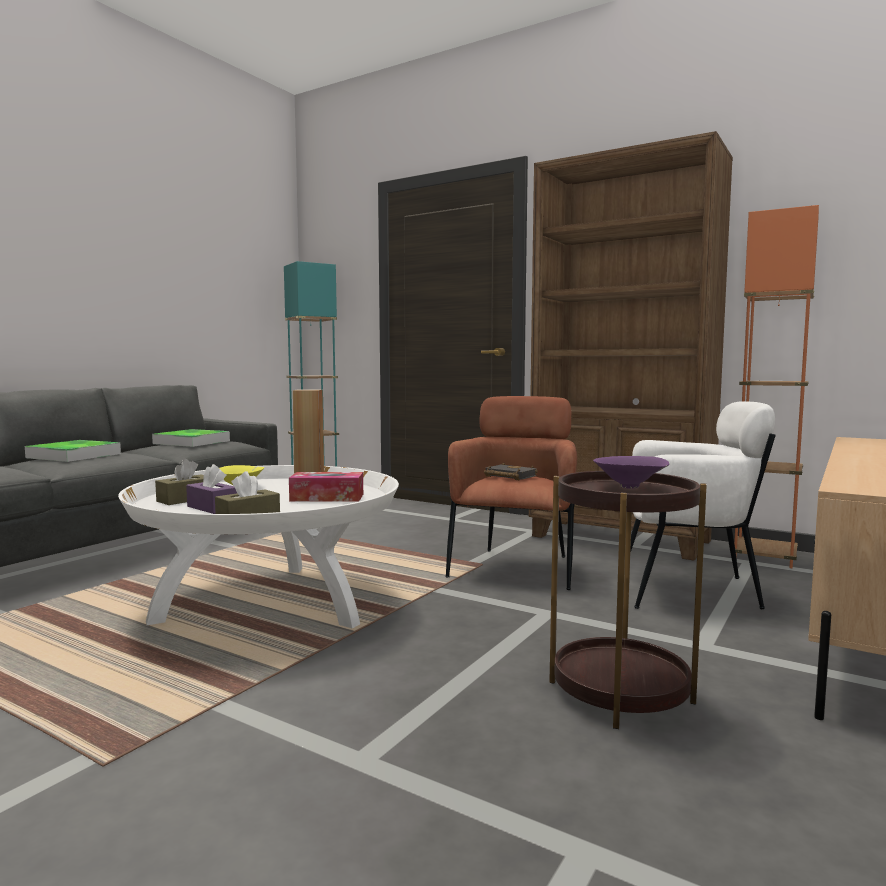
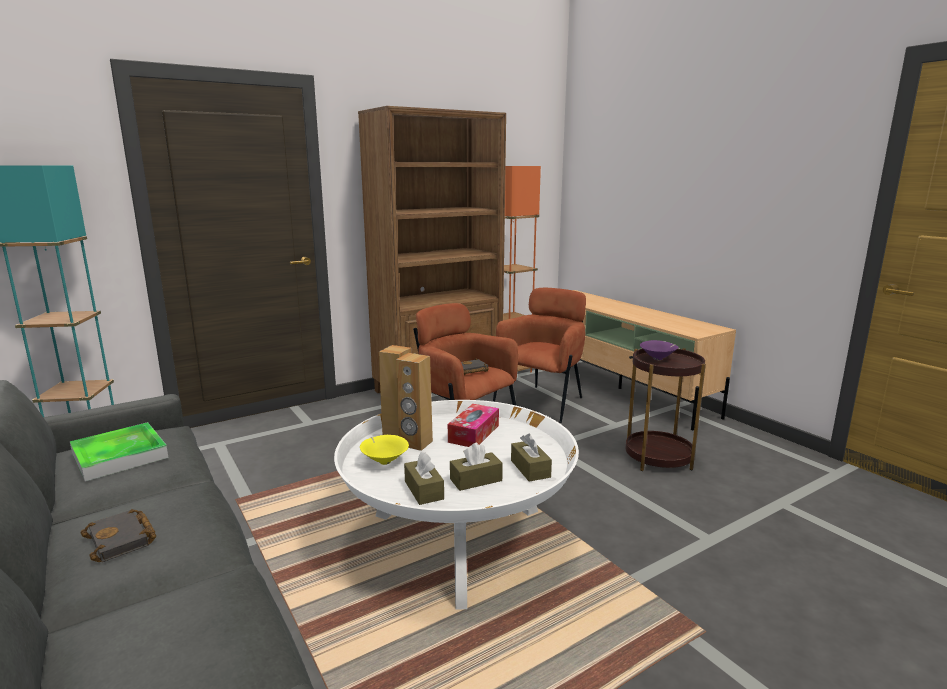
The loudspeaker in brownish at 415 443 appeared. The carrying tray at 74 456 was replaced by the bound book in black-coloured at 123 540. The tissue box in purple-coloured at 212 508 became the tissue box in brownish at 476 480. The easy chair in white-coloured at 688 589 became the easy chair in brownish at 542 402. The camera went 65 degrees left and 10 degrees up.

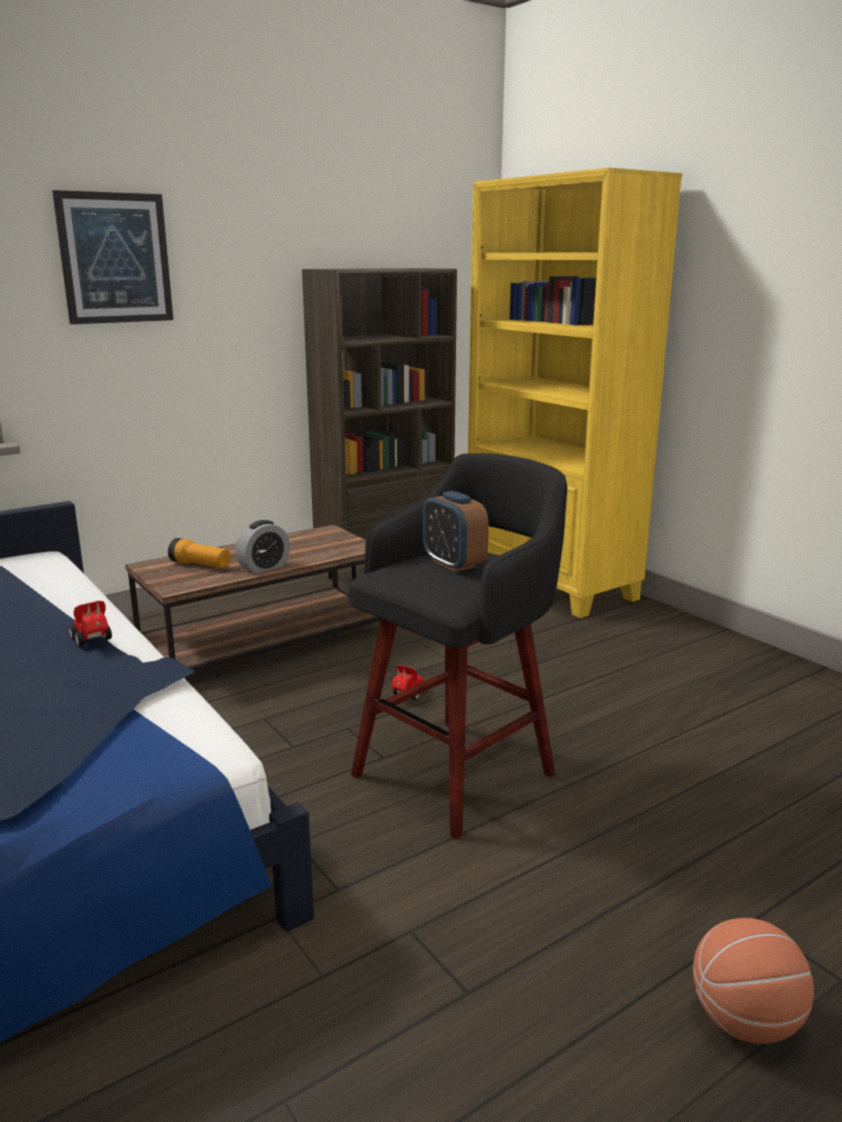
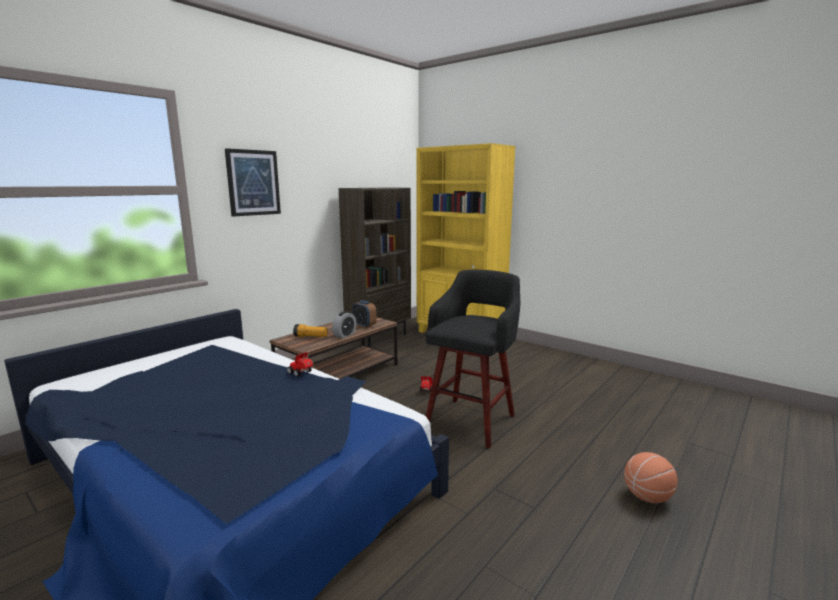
The bedside clock moved from 453 564 to 364 325. The camera went 15 degrees left and 5 degrees down.

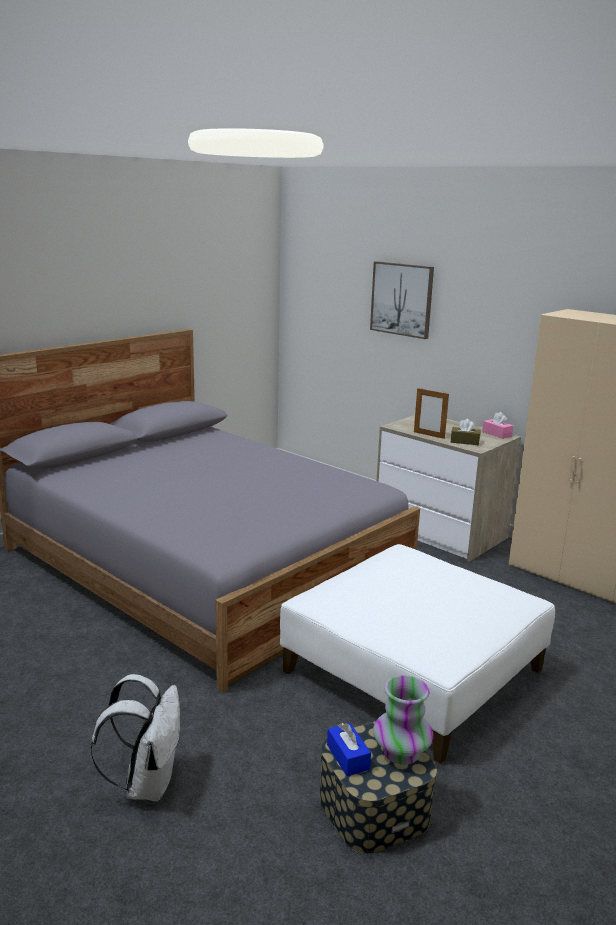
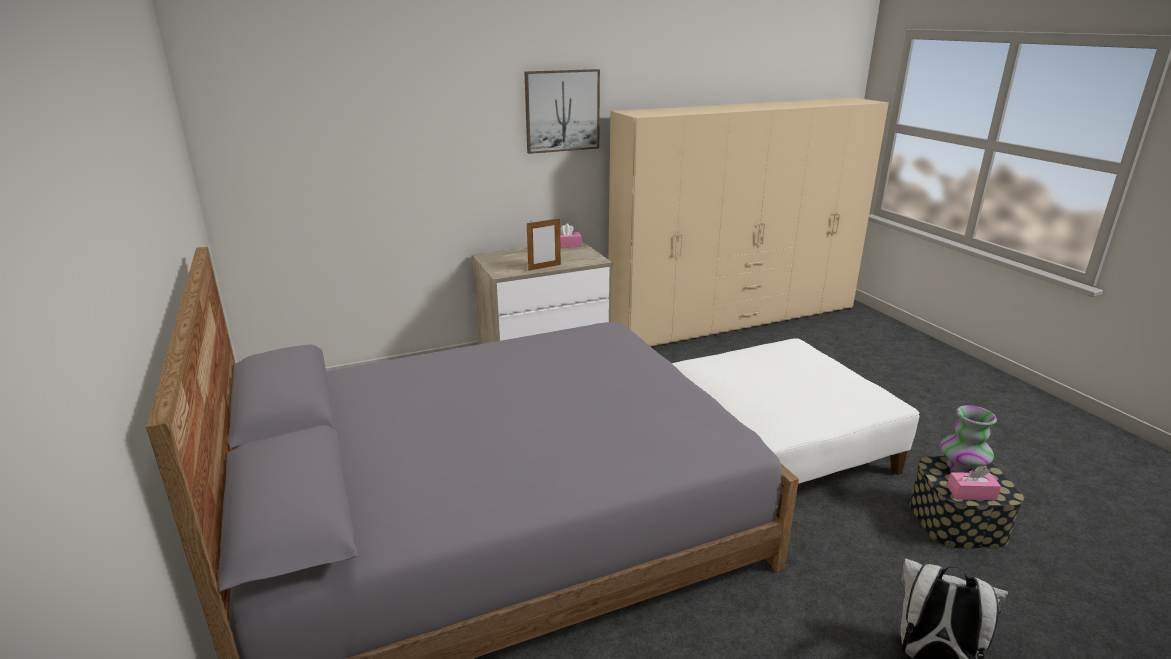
The tissue box in brownish at 464 441 disappeared. The wall picture moved from 402 299 to 562 111. The tissue box in blue-coloured at 348 757 became the tissue box in pink-coloured at 971 493. The camera went 65 degrees left and 5 degrees up.

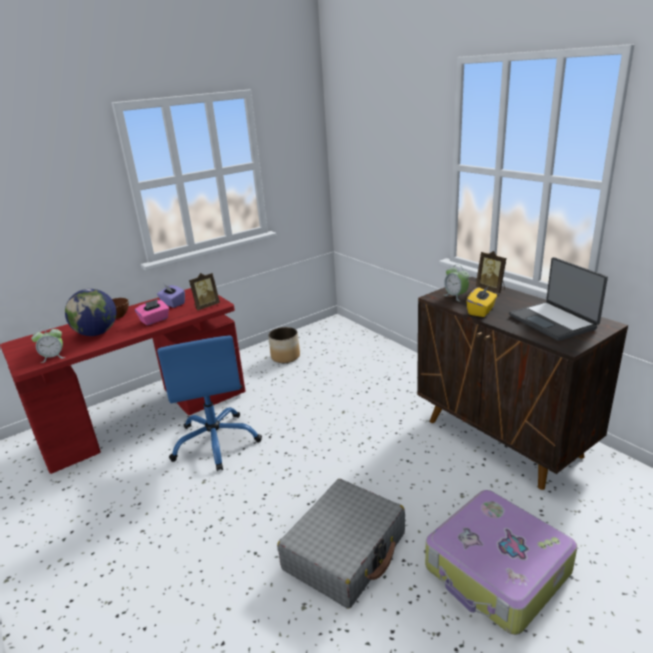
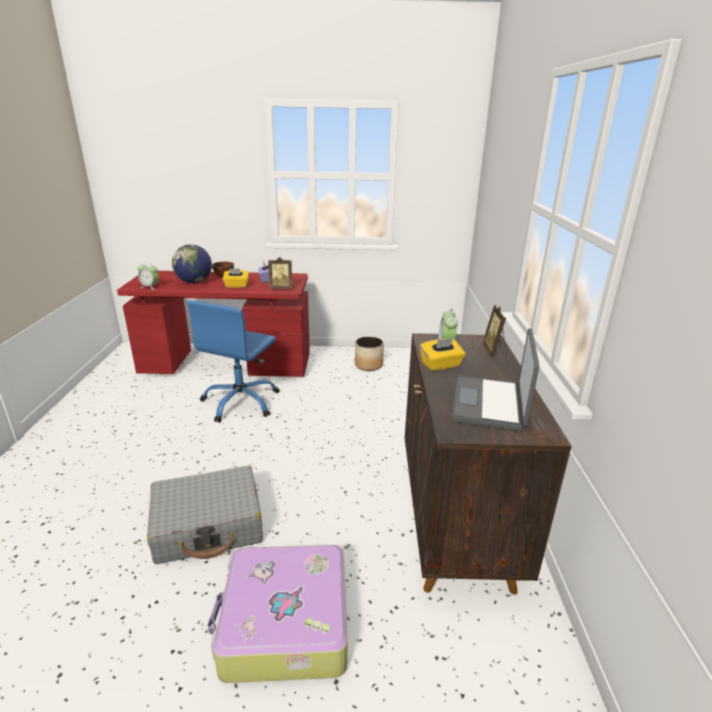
The tissue box in pink-coloured at 155 320 became the tissue box in yellowish at 236 286. The camera went 35 degrees right and 0 degrees up.

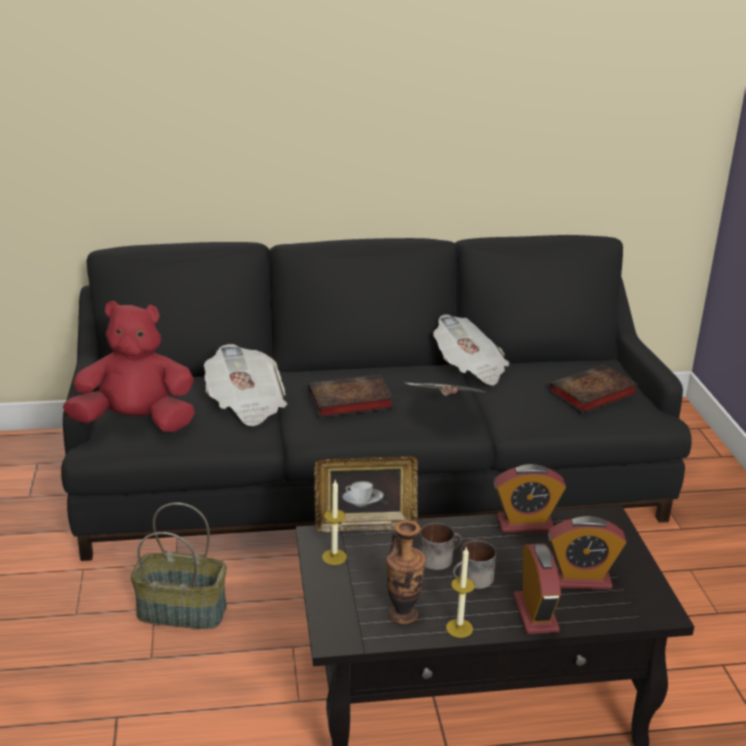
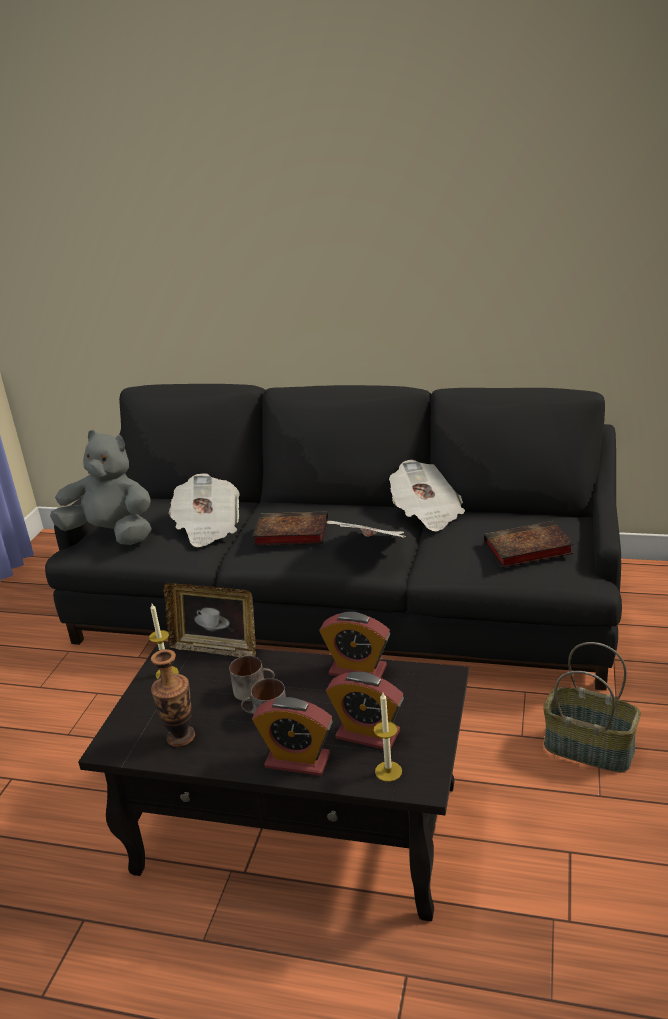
The basket moved from 183 610 to 589 748. The candle moved from 459 628 to 388 771. The soft toy in red-coloured at 136 423 became the soft toy in gray at 112 534. The bedside clock at 535 613 turned 90 degrees clockwise. The camera went 25 degrees right and 0 degrees up.

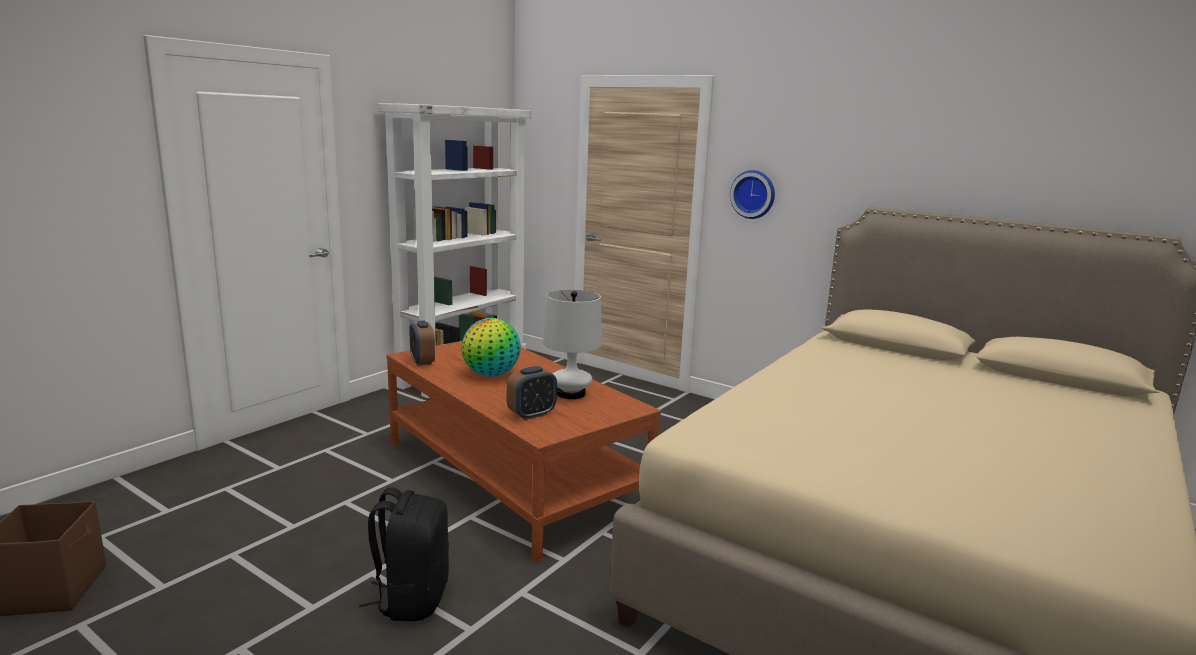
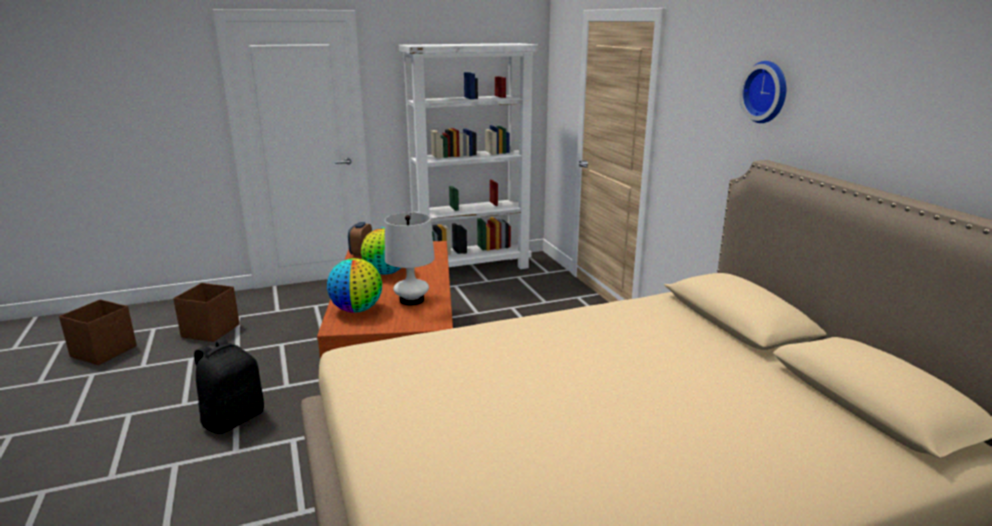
The storage container in brownish at 210 331 appeared. The hanging clock moved from 753 194 to 767 92. The bedside clock at 531 414 was replaced by the world globe at 357 309. The camera went 35 degrees right and 5 degrees up.

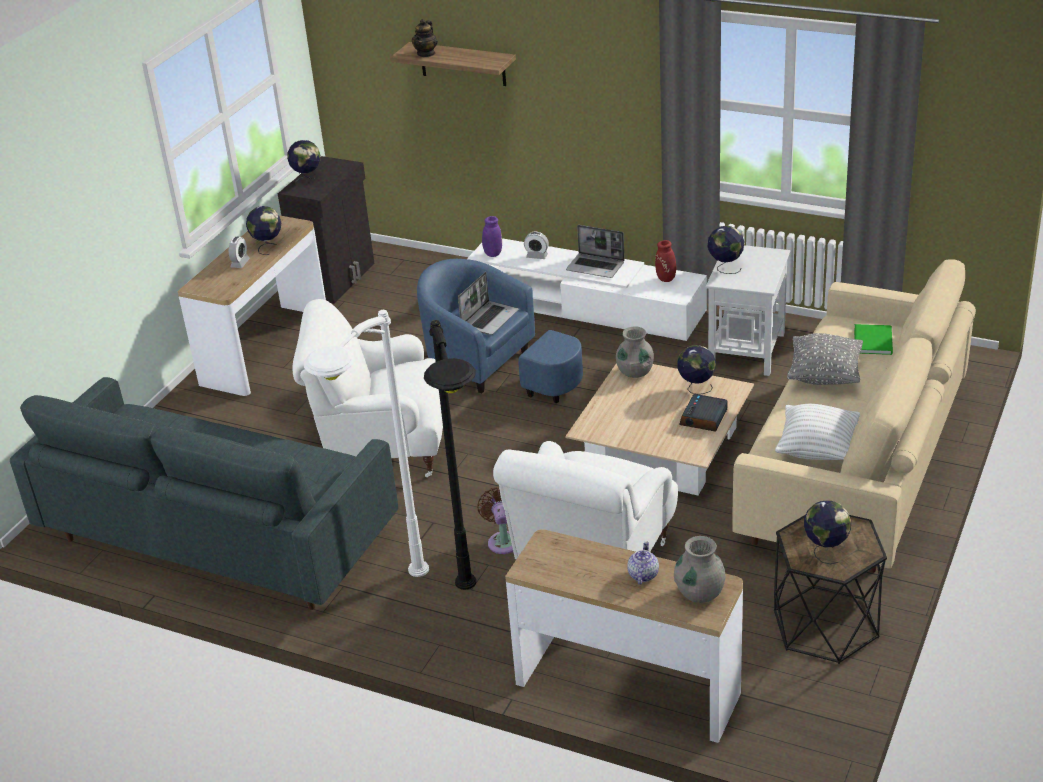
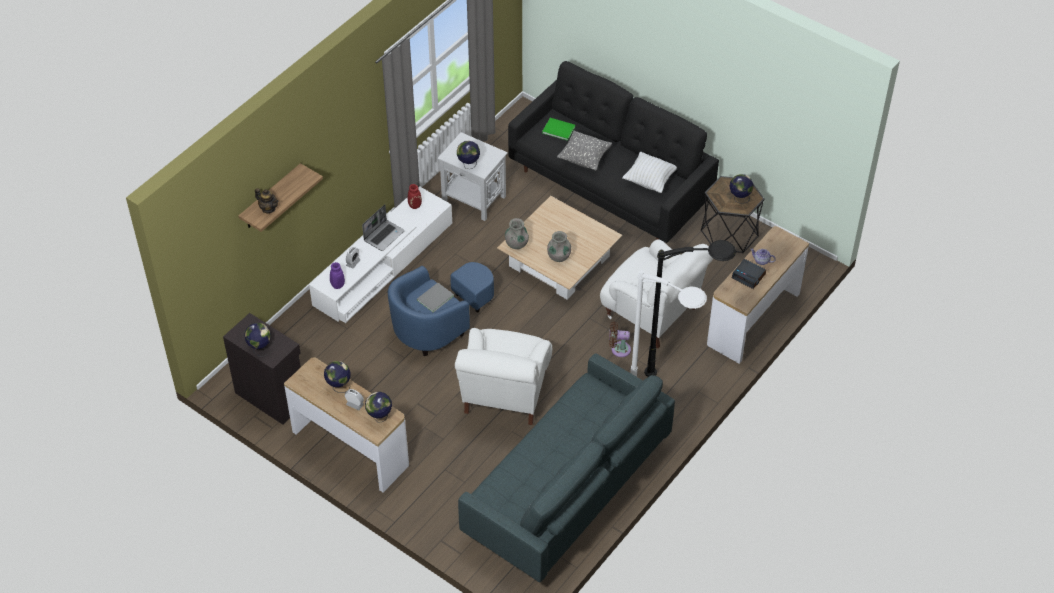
The decorative vase in gray moved from 700 593 to 559 256. The world globe moved from 696 388 to 379 417. The bedside clock moved from 704 418 to 749 276. The notebook computer at 489 319 was replaced by the bound book in gray at 434 298. The couch in sand-coloured at 855 469 became the couch in black-coloured at 610 186. The camera went 80 degrees left and 15 degrees up.

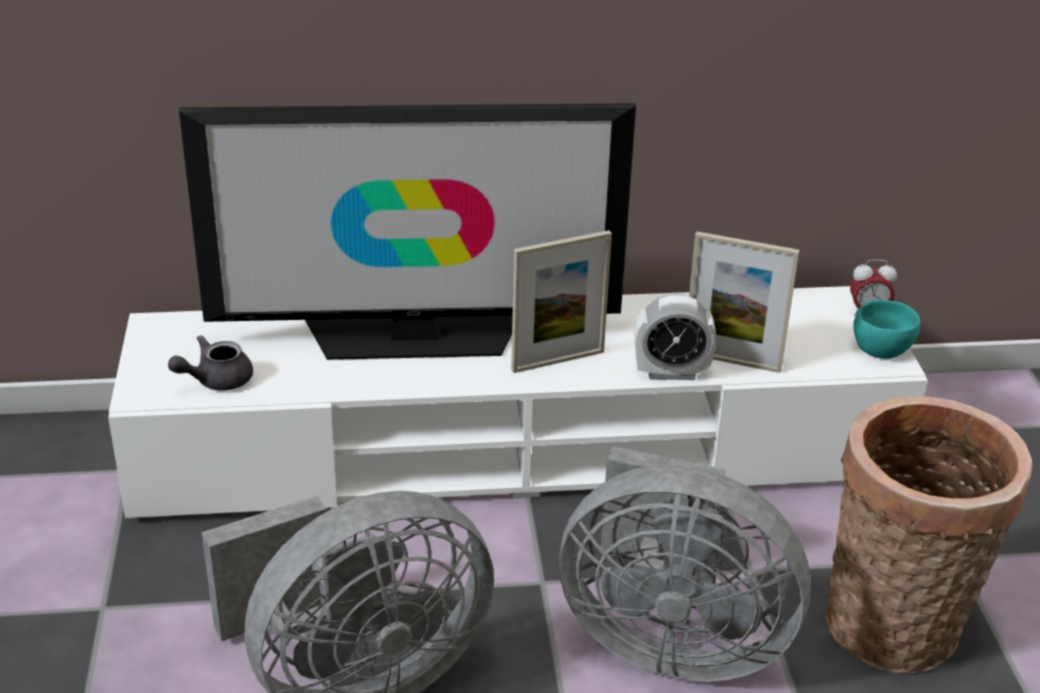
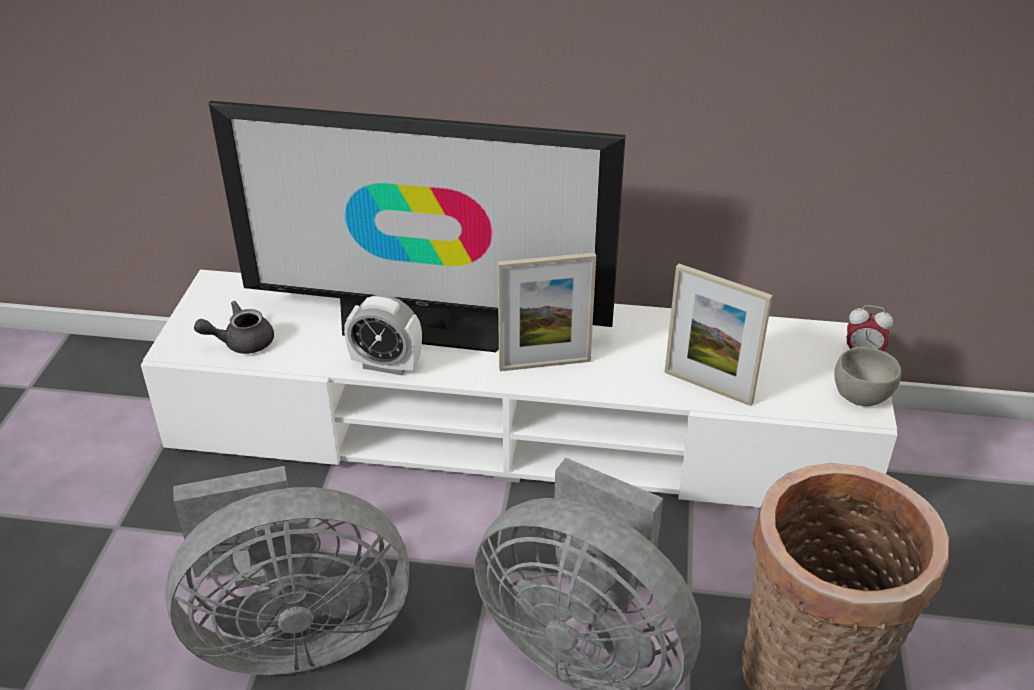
The bedside clock moved from 671 373 to 386 365. The serving bowl in turquoise-coloured at 880 349 became the serving bowl in gray at 860 394. The camera went 15 degrees right and 5 degrees up.

